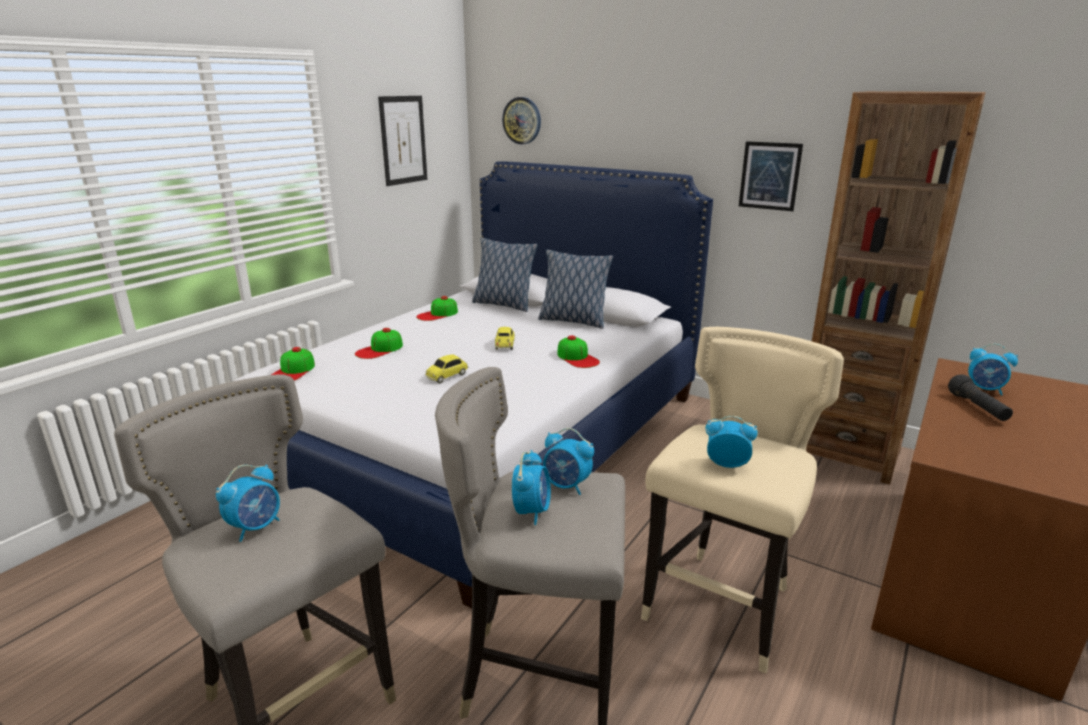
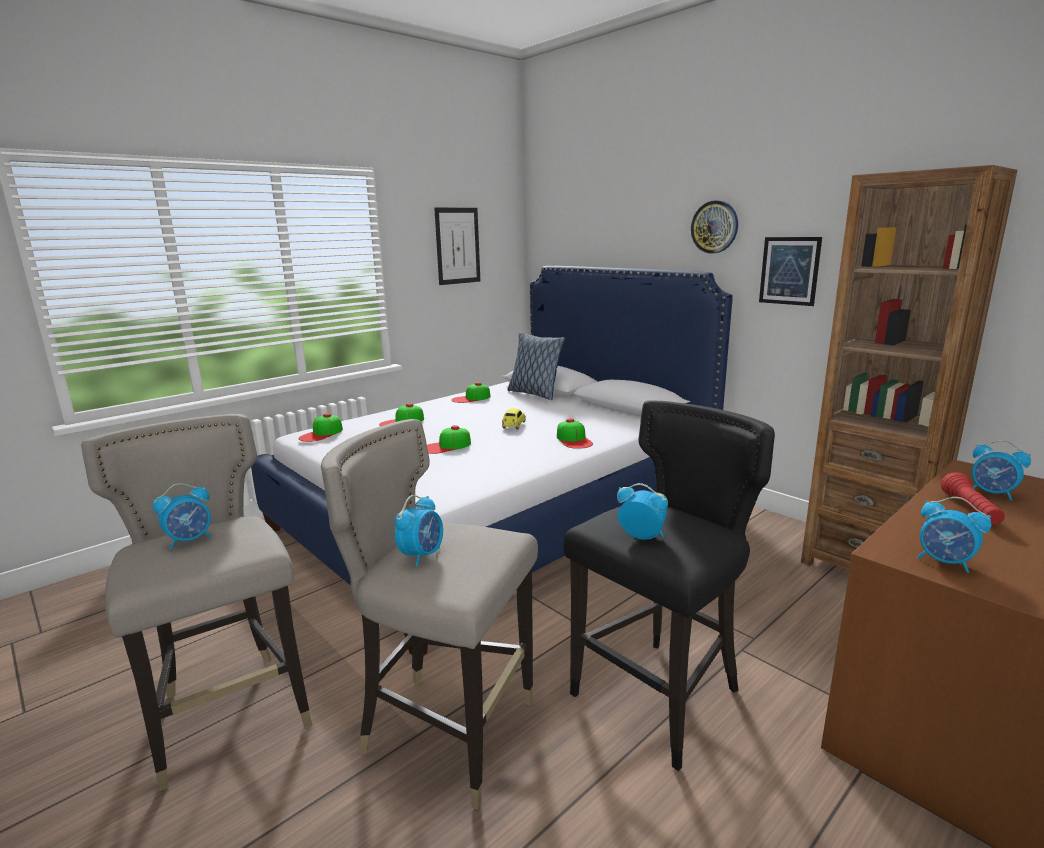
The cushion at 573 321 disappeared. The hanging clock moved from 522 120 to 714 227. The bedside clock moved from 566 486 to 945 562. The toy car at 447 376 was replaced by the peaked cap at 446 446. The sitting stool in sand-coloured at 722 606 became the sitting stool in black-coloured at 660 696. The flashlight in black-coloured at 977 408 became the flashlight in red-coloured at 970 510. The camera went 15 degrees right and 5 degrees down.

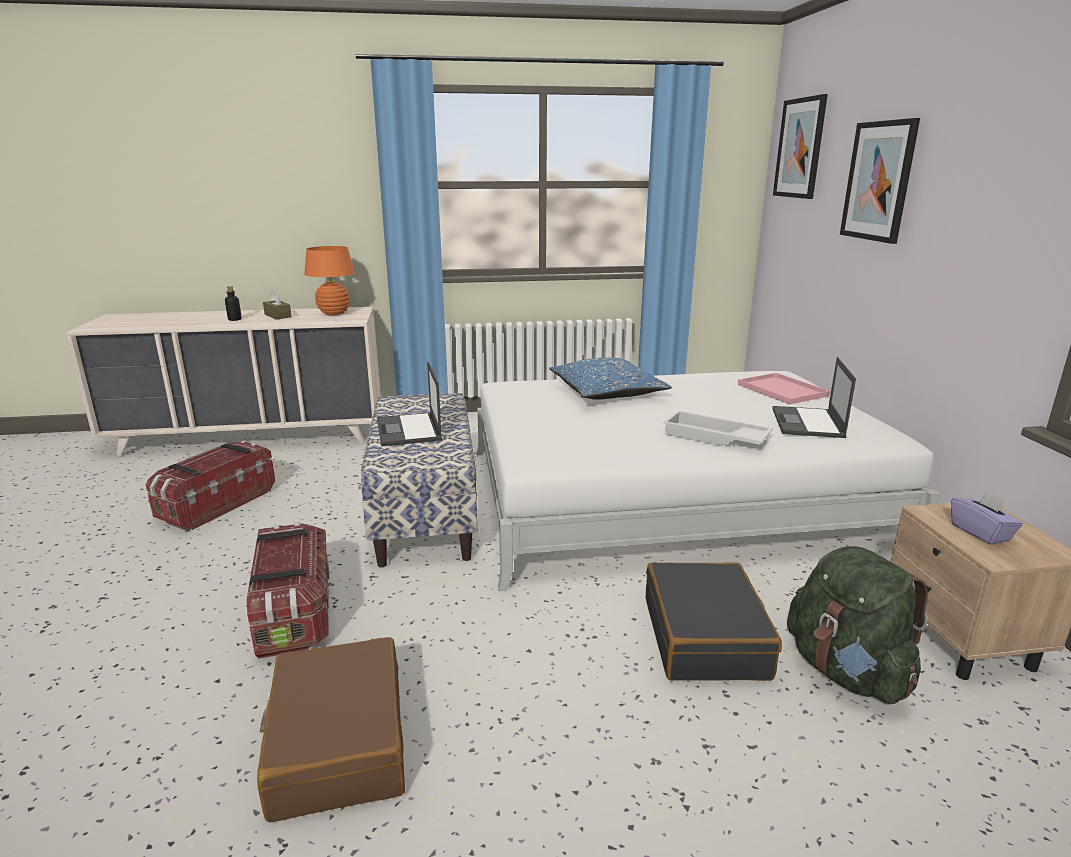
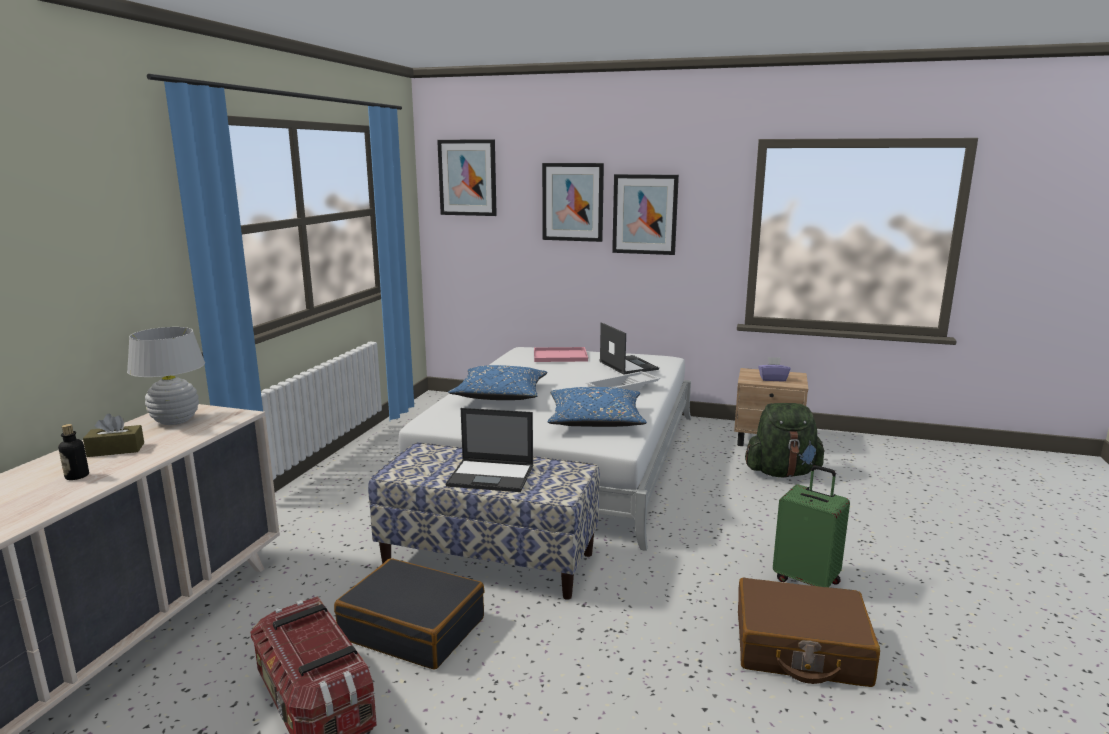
The storage container at 295 612 disappeared. The cushion in blue-coloured at 595 421 appeared. The wall picture at 645 214 appeared. The piece of luggage in greenish at 807 580 appeared. The piece of luggage in black-coloured moved from 705 637 to 413 628. The lamp for a table in orange at 334 313 became the lamp for a table in white-coloured at 175 421. The notebook computer at 807 423 turned 150 degrees counterclockwise. The camera went 65 degrees left and 5 degrees down.

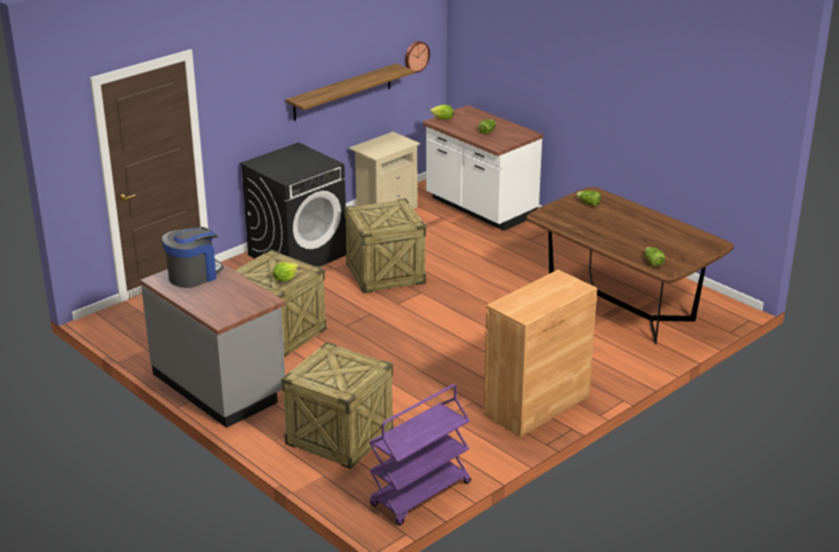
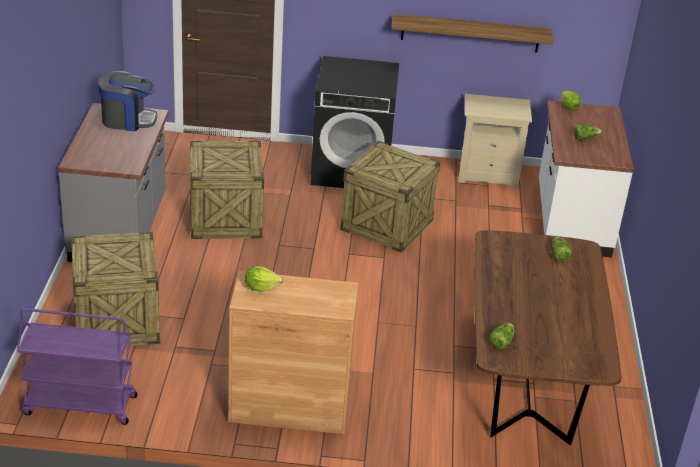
The hanging clock at 416 56 disappeared. The lettuce moved from 285 279 to 261 287. The camera went 45 degrees right and 5 degrees up.

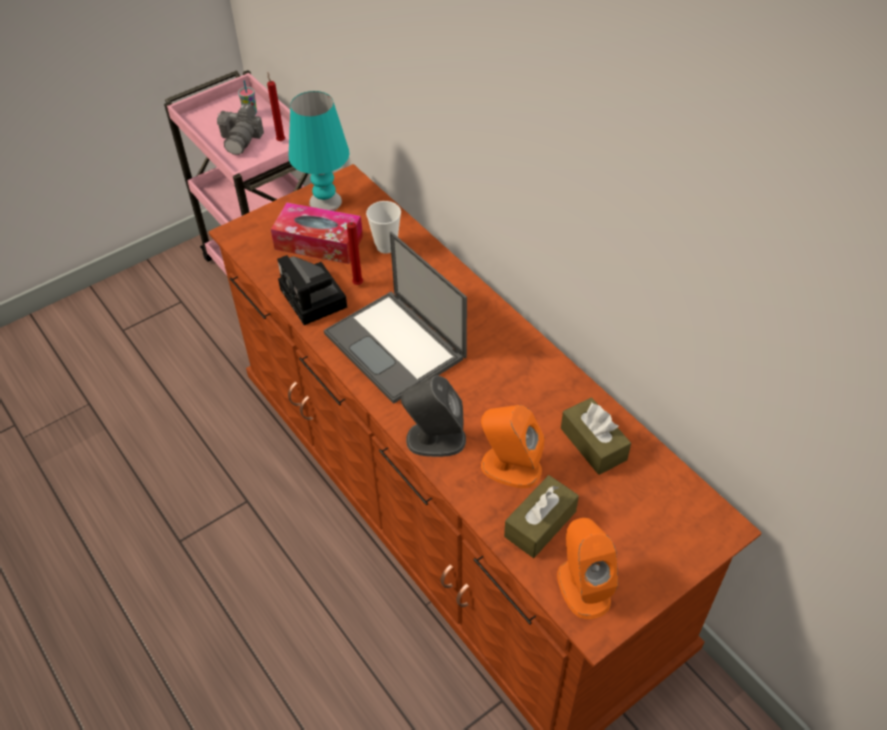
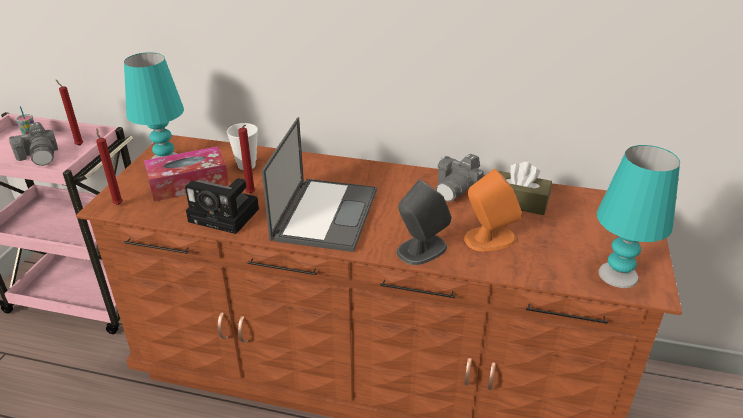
The tissue box in brownish at 540 524 disappeared. The candle in red-coloured at 118 204 appeared. The photo camera at 457 188 appeared. The loudspeaker in orange at 583 587 was replaced by the lamp for a table in turquoise-coloured at 617 274. The notebook computer at 396 346 turned 90 degrees counterclockwise. The camera went 40 degrees left and 15 degrees down.

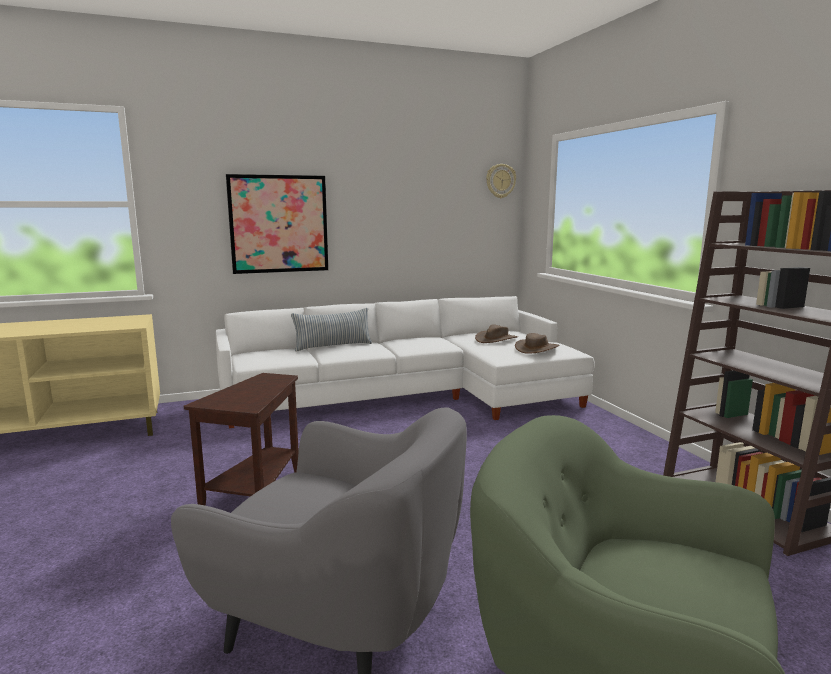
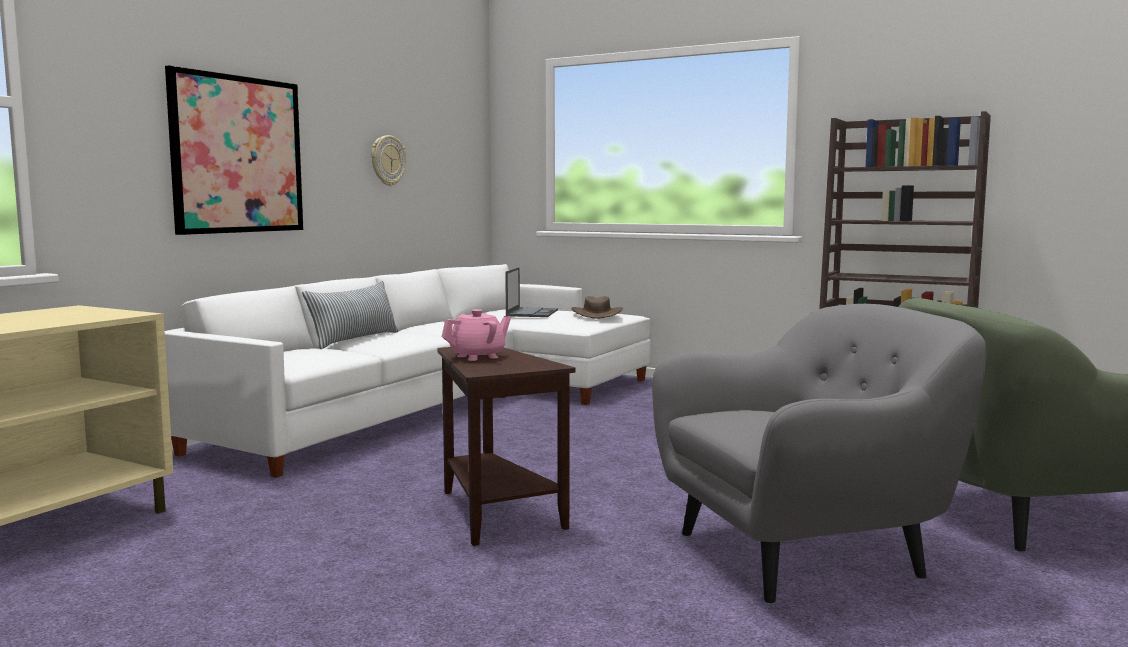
The pot for tea in pink-coloured at 478 357 appeared. The hanging clock moved from 500 181 to 387 160. The hat in brownish at 496 339 was replaced by the notebook computer at 532 313. The camera went 40 degrees left and 5 degrees down.

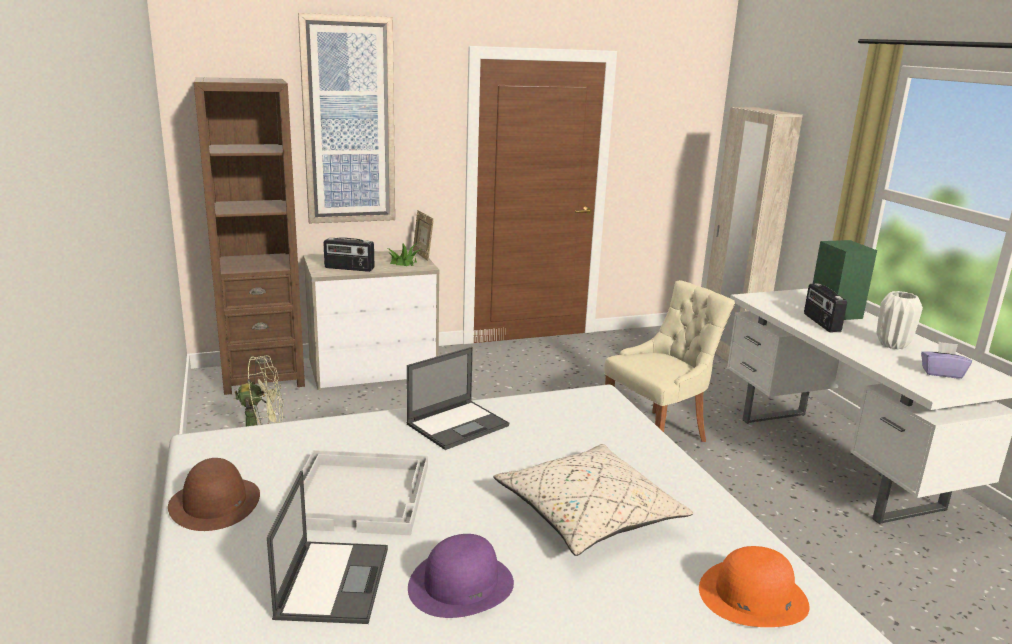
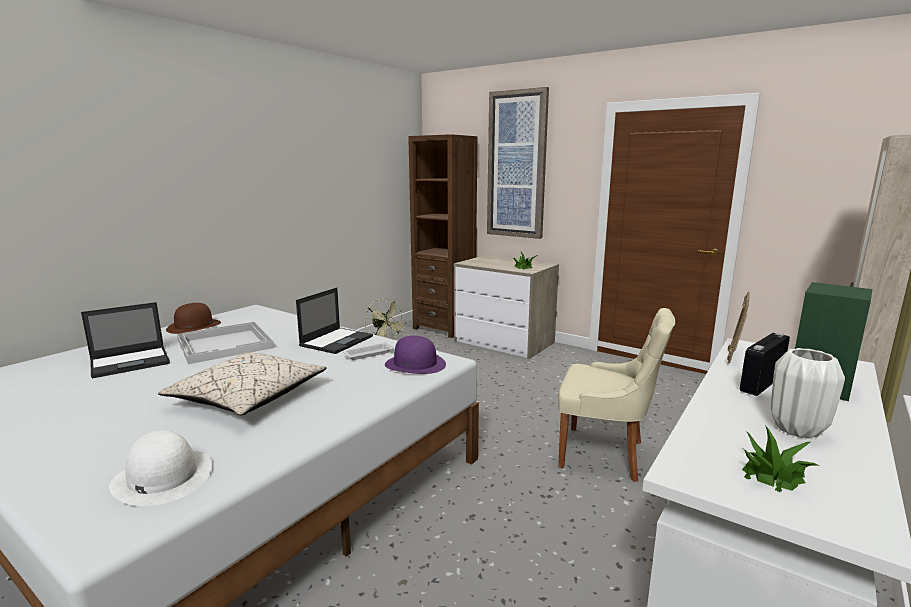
The radio set at 349 268 disappeared. The carrying tray in white-coloured at 367 354 appeared. The hat in purple-coloured moved from 461 584 to 415 364. The picture frame moved from 422 255 to 734 355. The tissue box in purple-coloured at 941 373 was replaced by the plant in a pot at 772 474. The hat in orange at 752 596 became the hat in white-coloured at 162 477. The notebook computer at 458 424 turned 75 degrees counterclockwise. The camera went 55 degrees right and 5 degrees down.

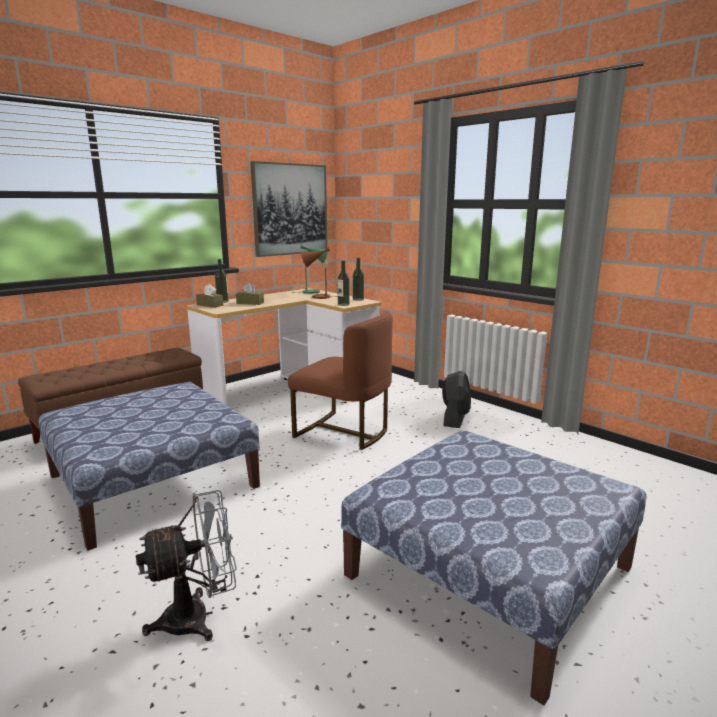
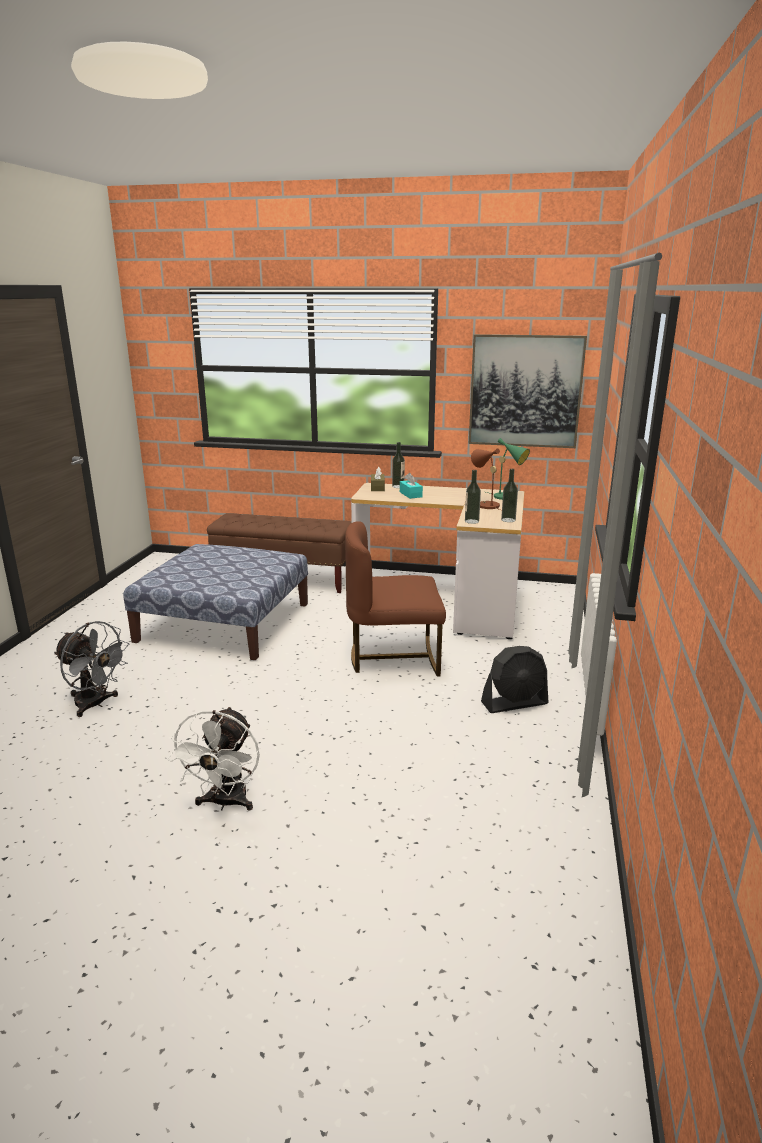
The footrest at 488 571 was replaced by the electric fan in white-coloured at 225 803. The tissue box in brownish at 250 303 became the tissue box in turquoise-coloured at 410 494. The upright chair in brownish at 343 432 turned 90 degrees clockwise. The camera went 55 degrees right and 5 degrees up.

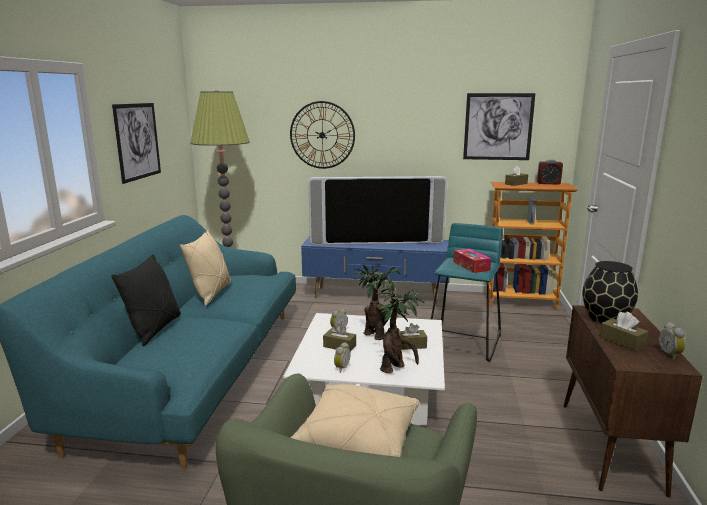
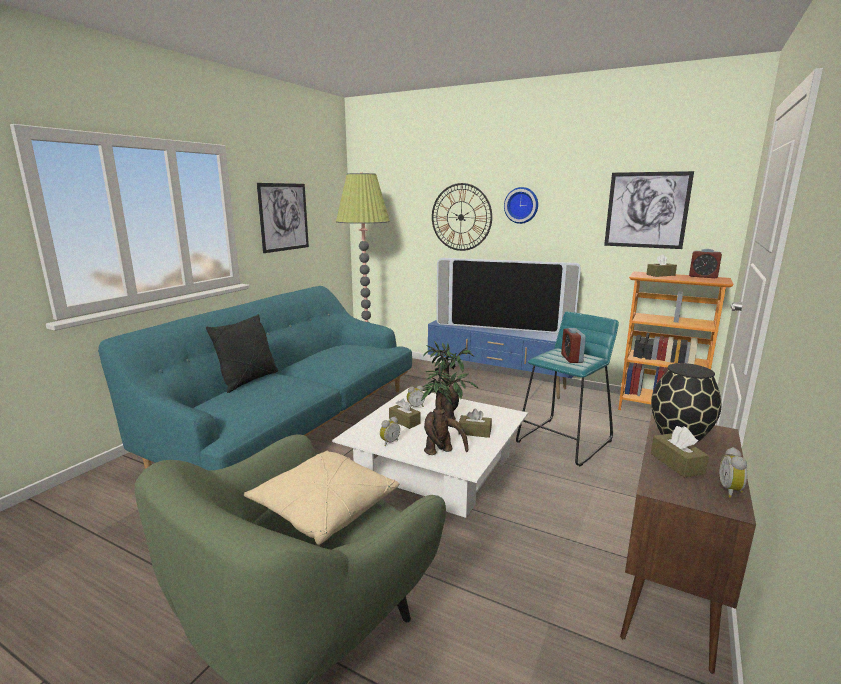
The cushion in sand-coloured at 211 293 disappeared. The hanging clock at 521 205 appeared. The tissue box at 471 266 was replaced by the bedside clock at 571 359. The camera went 20 degrees right and 0 degrees up.

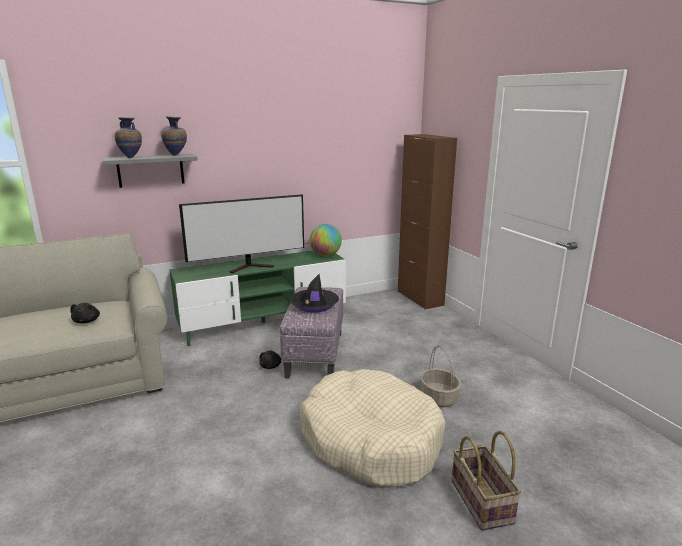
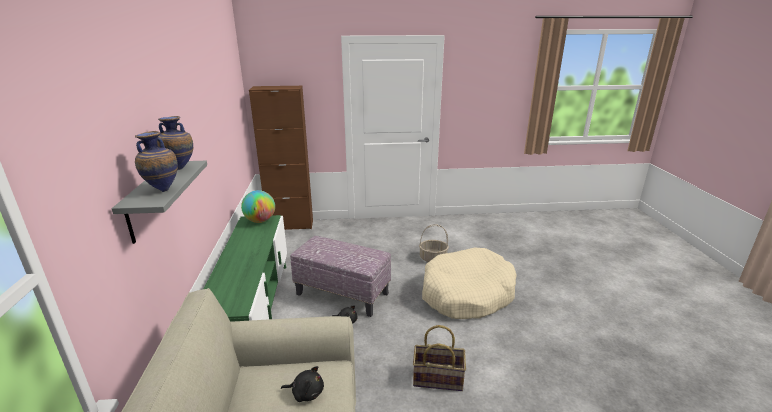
The television at 251 267 disappeared. The hat in black-coloured at 314 305 disappeared. The basket moved from 482 501 to 438 378. The camera went 70 degrees left and 5 degrees up.

